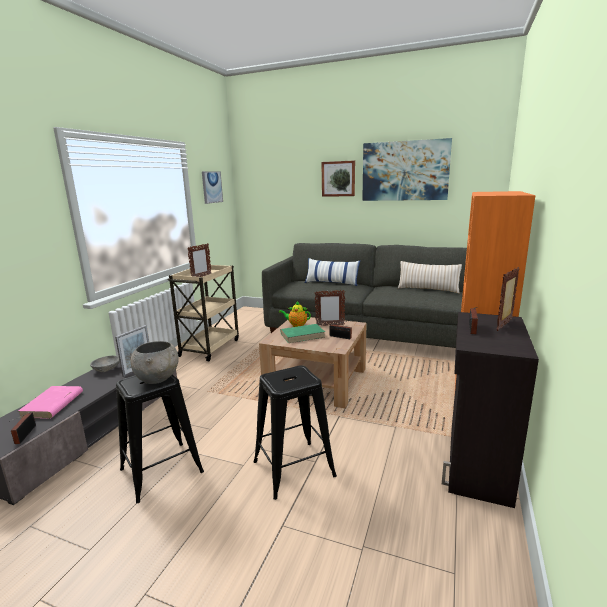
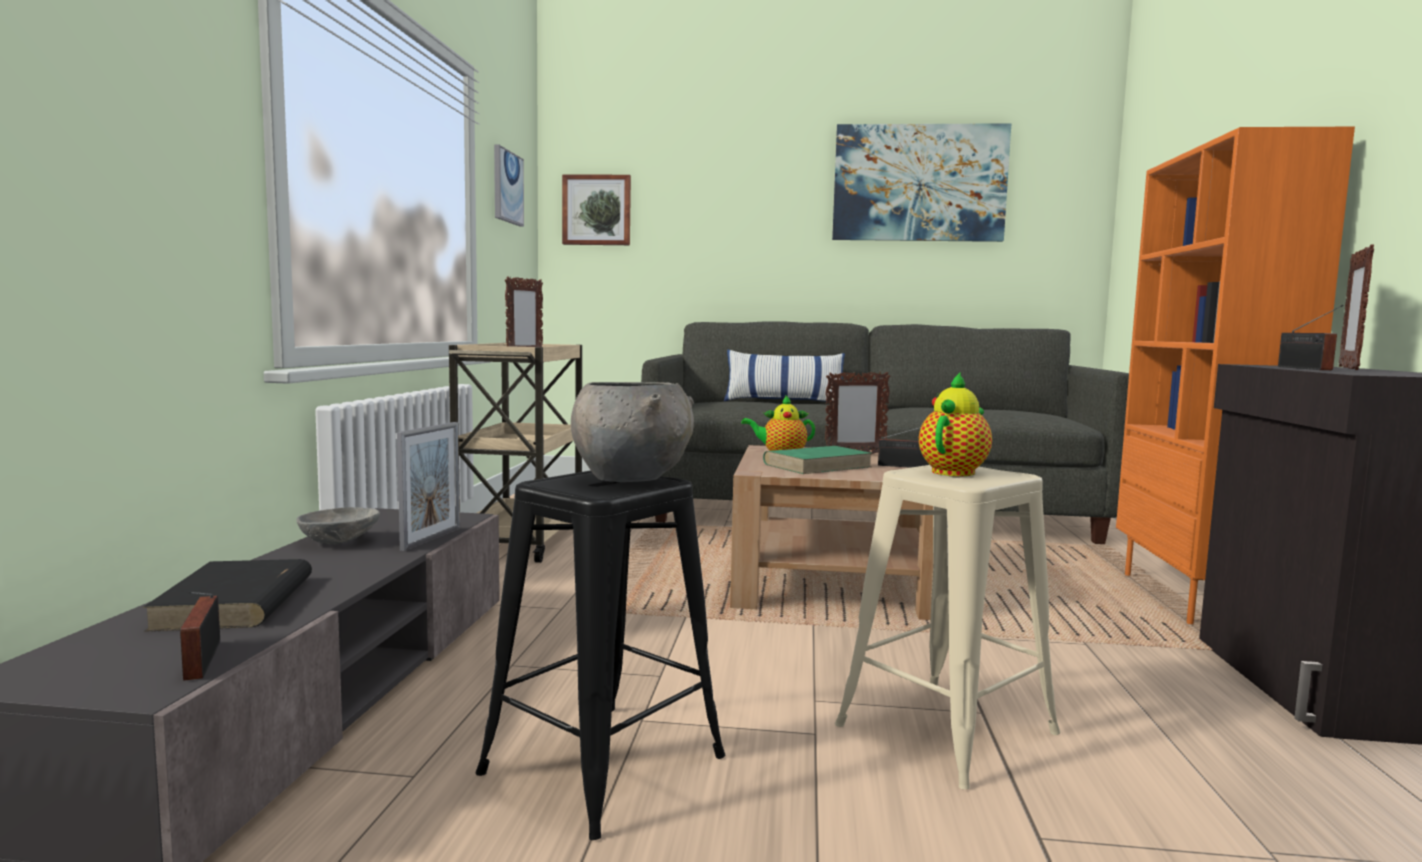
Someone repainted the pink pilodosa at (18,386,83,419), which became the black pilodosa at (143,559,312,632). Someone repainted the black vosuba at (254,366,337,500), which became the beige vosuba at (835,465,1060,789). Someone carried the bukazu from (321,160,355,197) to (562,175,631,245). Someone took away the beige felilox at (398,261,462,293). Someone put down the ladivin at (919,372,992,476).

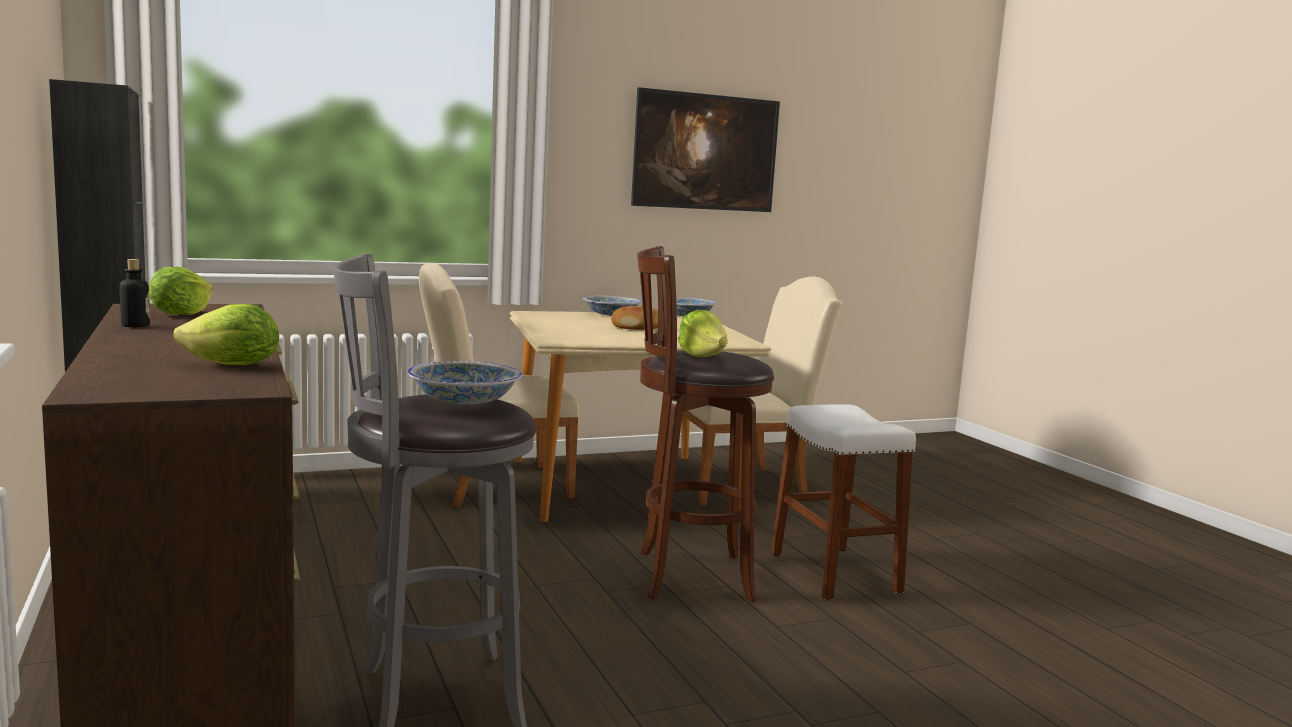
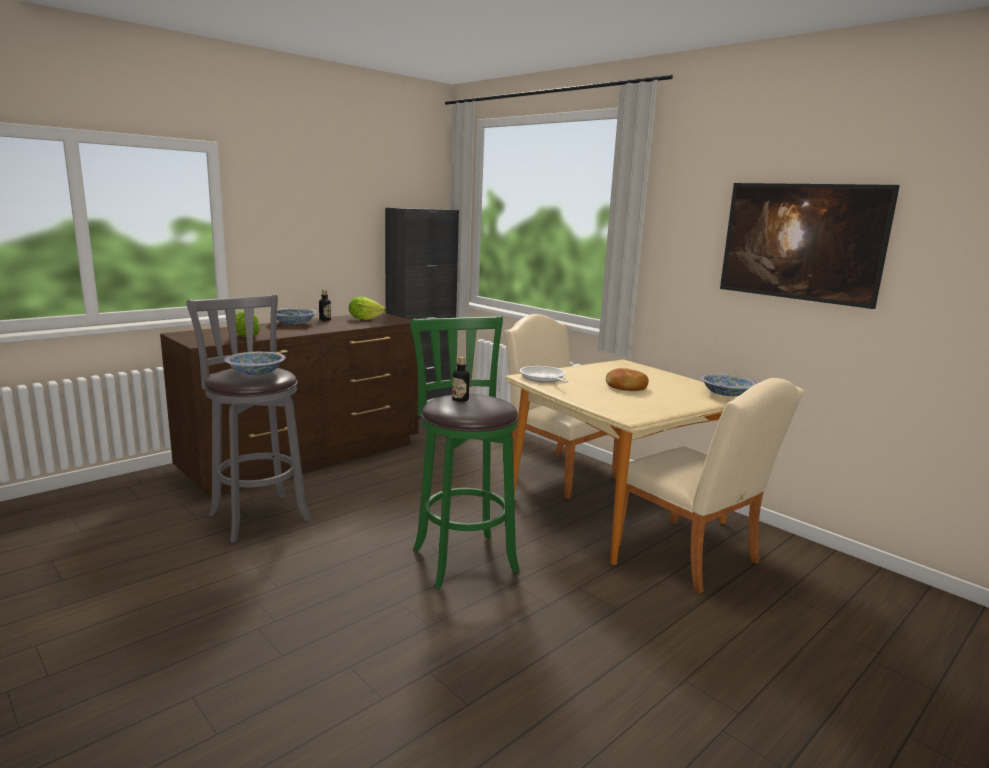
Someone carried the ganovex from (583,296,642,316) to (270,308,317,324). Someone repainted the brown vosuba at (637,246,774,602), which became the green vosuba at (410,316,520,589). Someone swapped the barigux at (678,310,727,357) for the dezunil at (452,357,470,402). Someone took away the white vosuba at (771,404,916,600). Someone put down the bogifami at (519,366,568,383).

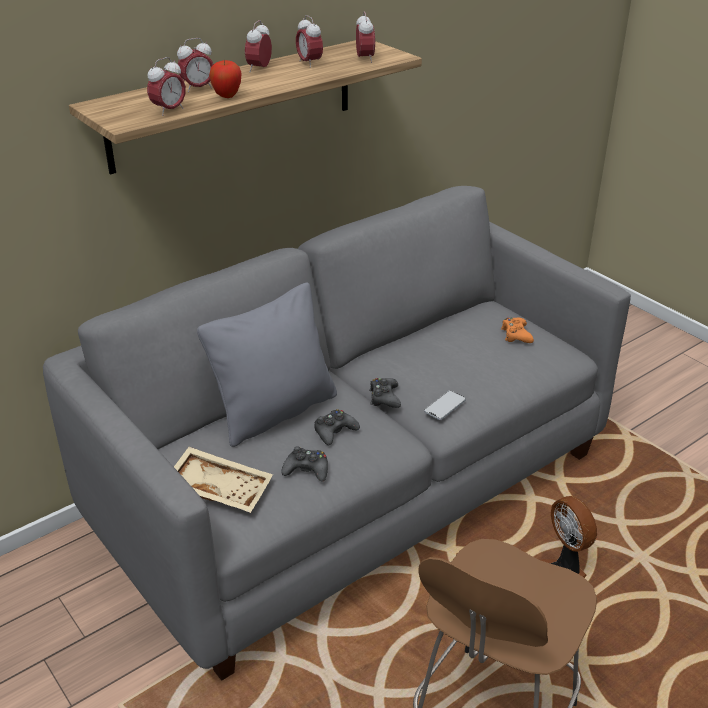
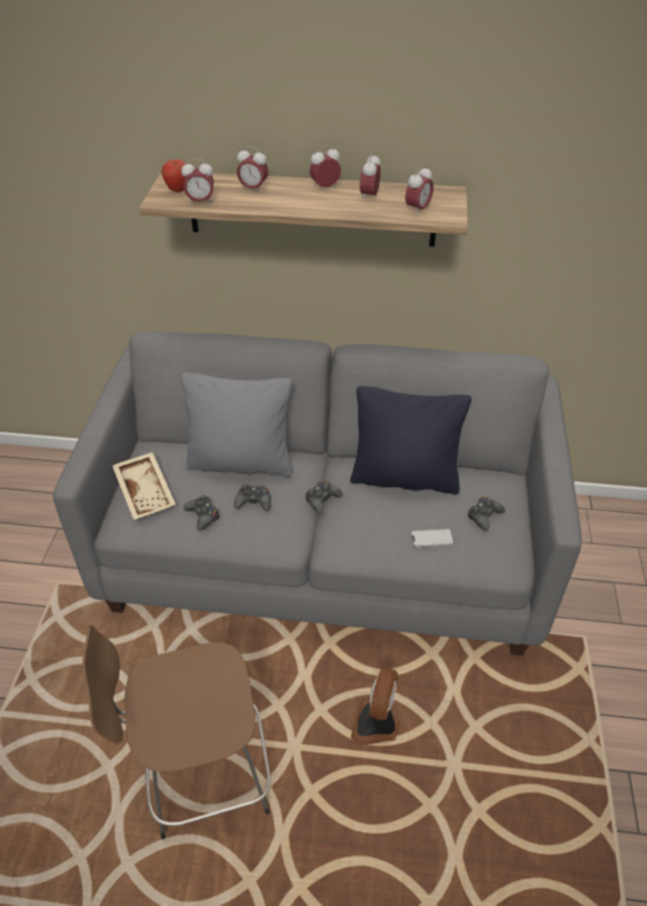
Someone carried the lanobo from (209,60,242,98) to (161,159,186,192). Someone carried the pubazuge from (424,391,466,420) to (411,529,454,547). Someone repainted the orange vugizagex at (501,318,534,343), which became the black vugizagex at (468,497,505,531). Someone put down the black felilox at (350,386,472,495).

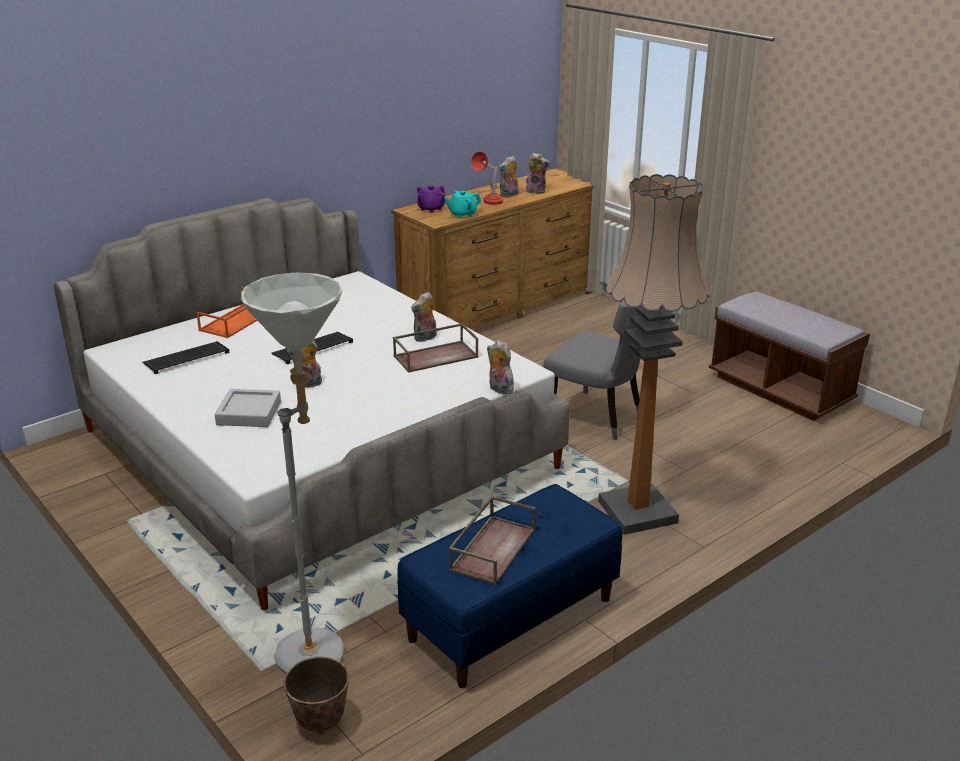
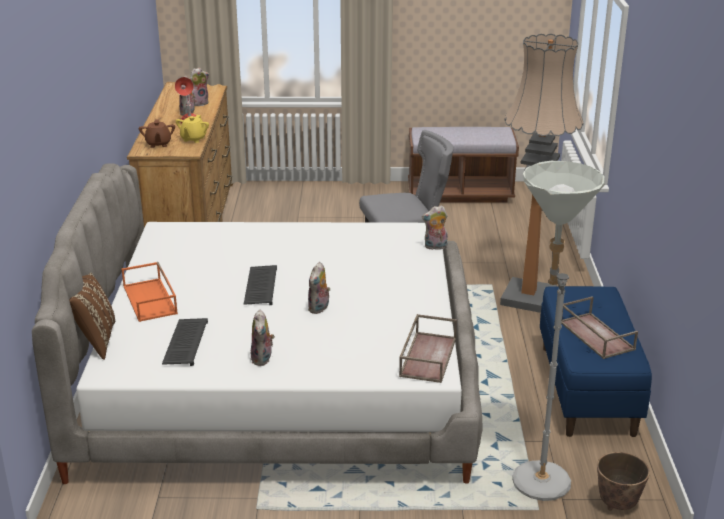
Someone took away the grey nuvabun at (215,389,281,427). Someone carried the brown nuvabun from (393,323,479,373) to (399,314,457,383). Someone carried the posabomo from (411,292,437,342) to (251,309,275,366). Someone repainted the purple ladivin at (417,185,445,213), which became the brown ladivin at (139,119,175,148). Someone repainted the turquoise ladivin at (444,191,481,218), which became the yellow ladivin at (176,115,209,143). Someone put down the brown felilox at (69,272,115,360).

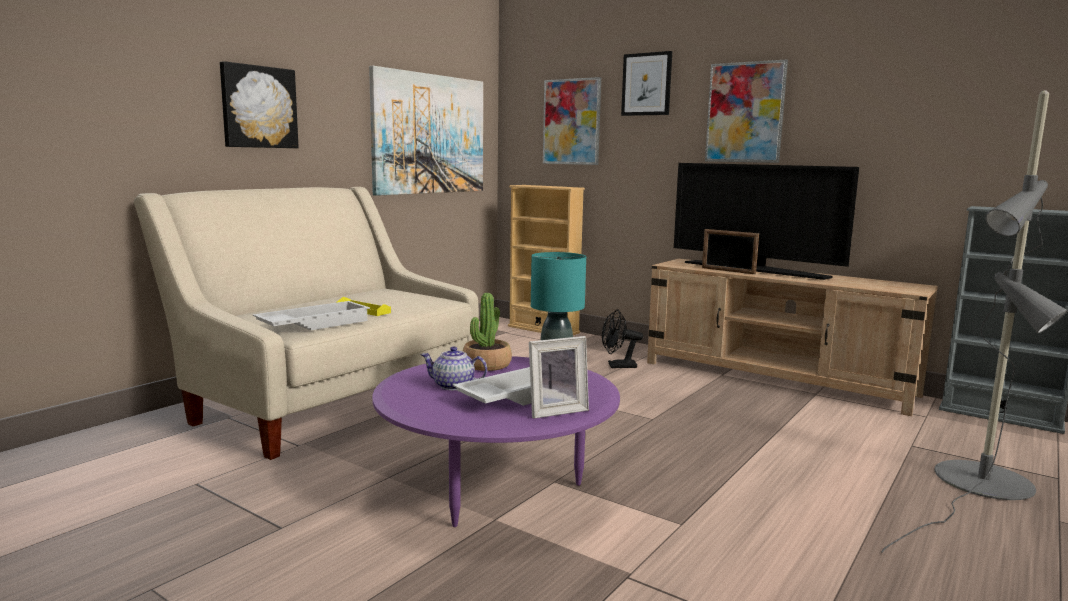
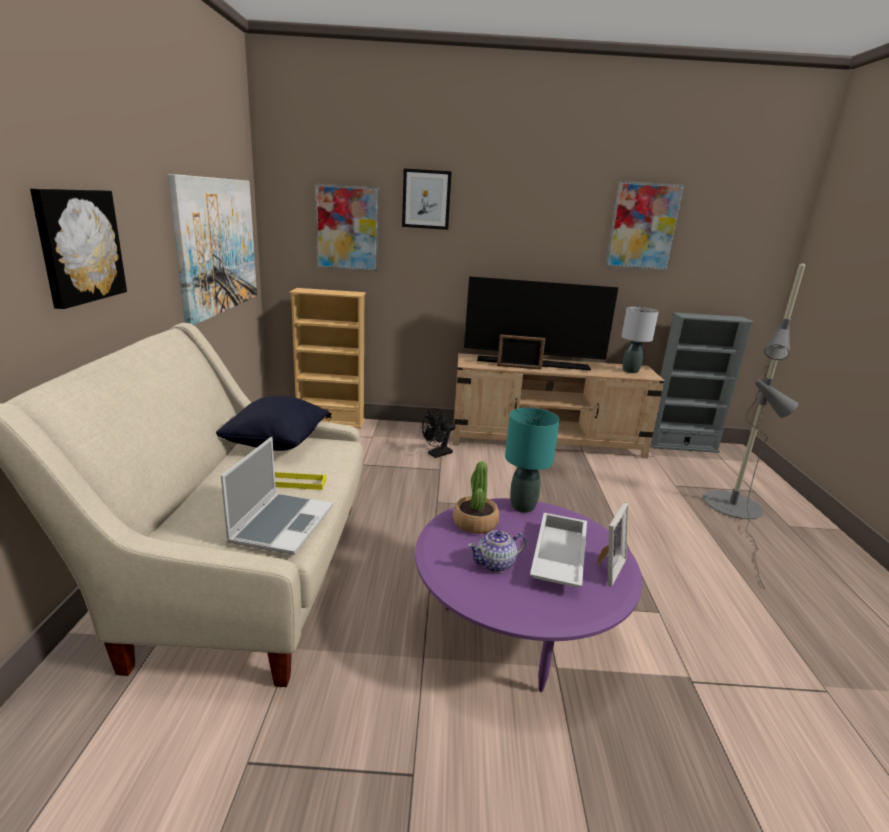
Someone swapped the white nuvabun at (253,301,370,330) for the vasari at (221,437,333,555). Someone carried the bukazu from (705,59,788,163) to (605,181,685,271). Someone put down the black felilox at (216,396,329,451). Someone put down the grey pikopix at (622,307,659,373).

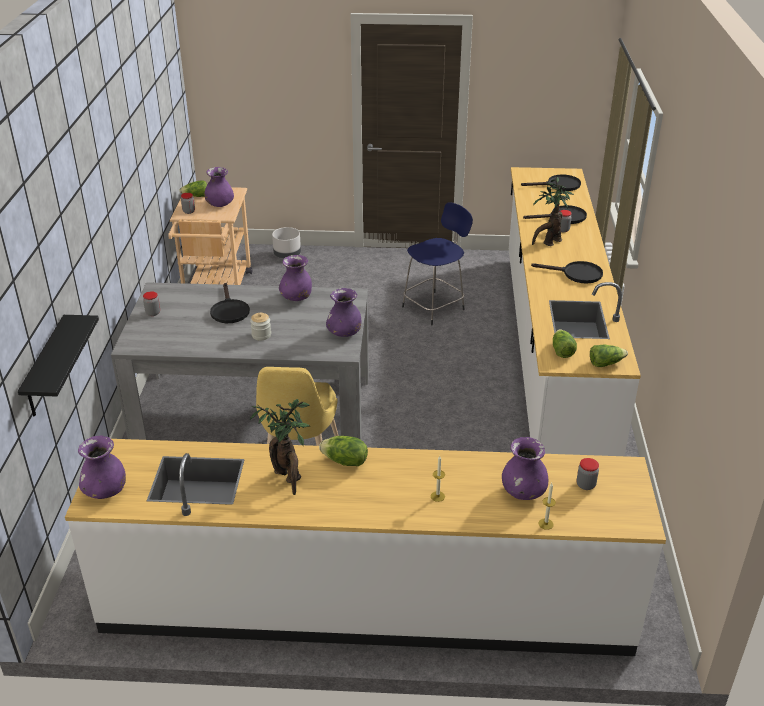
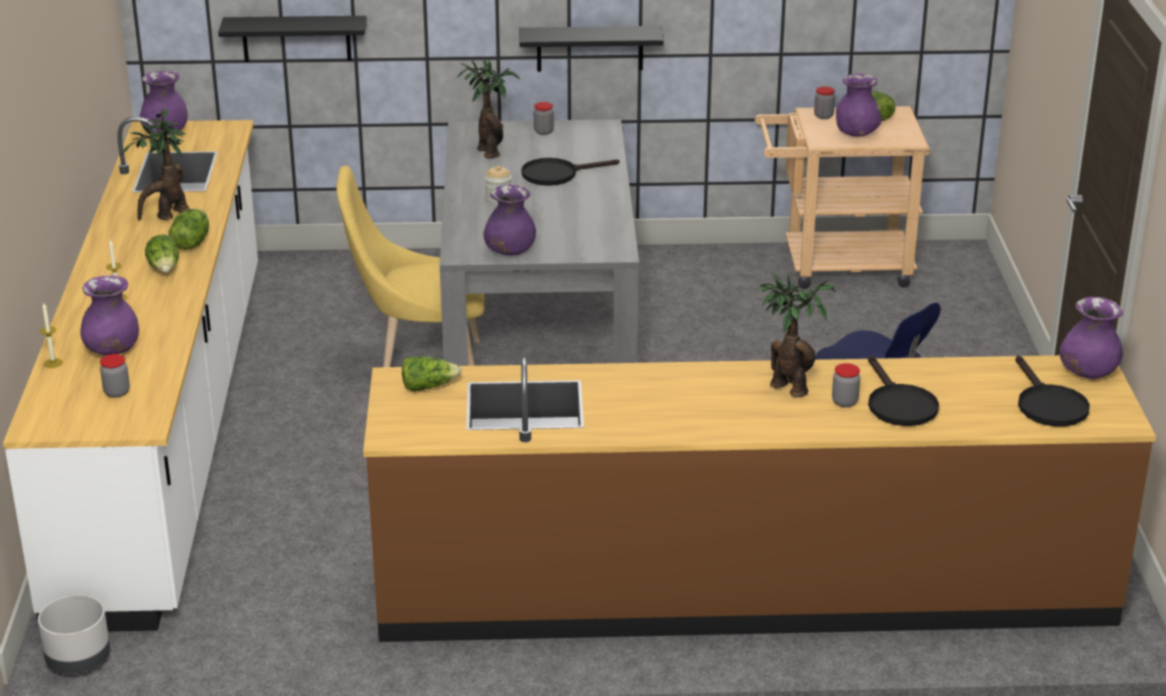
Someone carried the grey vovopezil from (272,227,301,259) to (38,595,110,674). Someone carried the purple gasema from (279,255,312,301) to (1060,297,1123,379). Someone repainted the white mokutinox at (509,167,641,456), which became the brown mokutinox at (363,355,1156,642). Someone took away the black bogifami at (531,261,603,284). Someone carried the barigux from (590,345,628,367) to (145,234,179,273). Someone put down the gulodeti at (457,58,520,158). Someone put up the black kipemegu at (519,26,664,72).

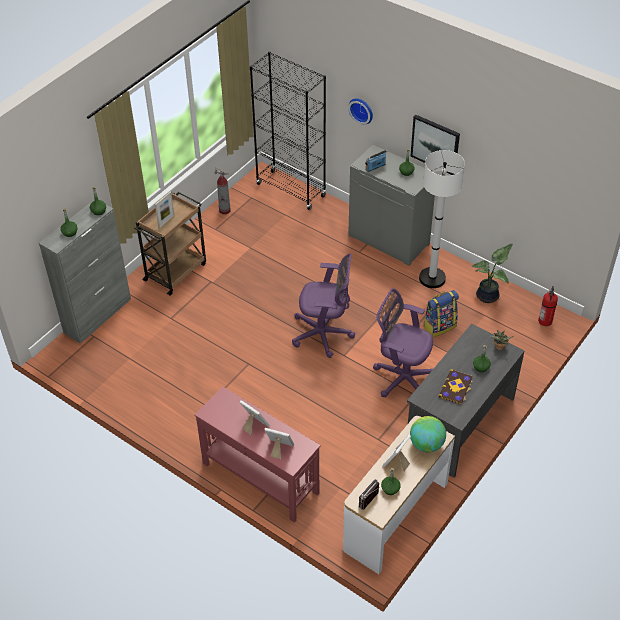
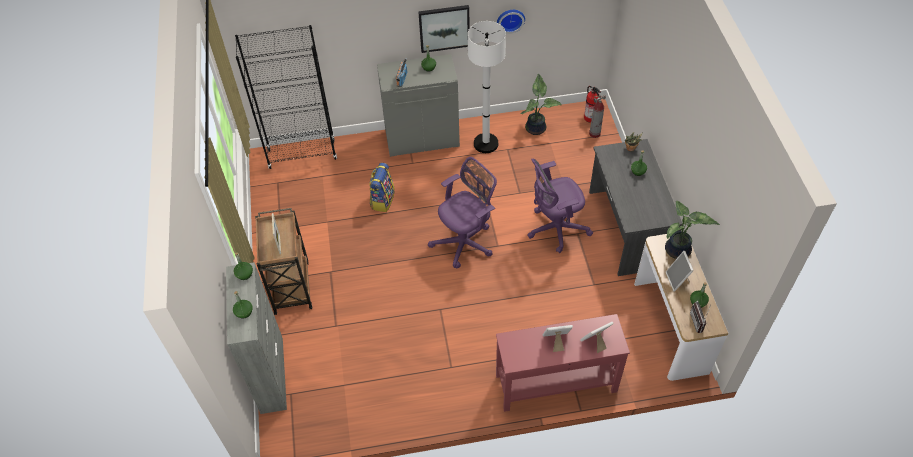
Someone carried the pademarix from (215,168,231,215) to (589,95,606,138). Someone carried the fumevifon from (348,98,373,124) to (497,10,525,34). Someone swapped the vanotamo at (410,416,446,452) for the gulodeti at (665,201,720,259). Someone carried the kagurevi from (424,290,459,337) to (369,163,395,212). Someone took away the pilodosa at (439,369,473,405).

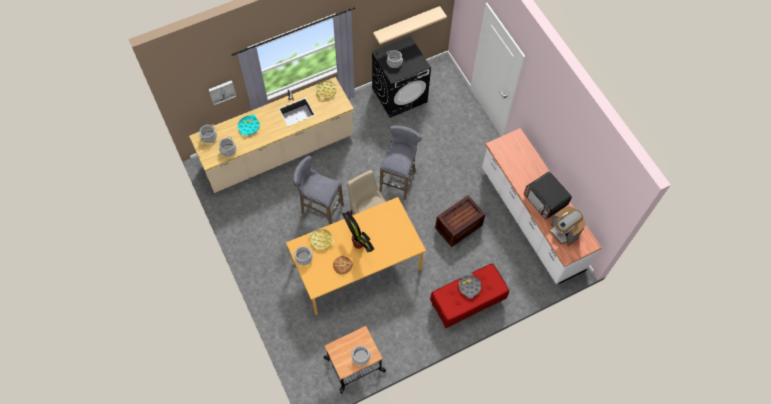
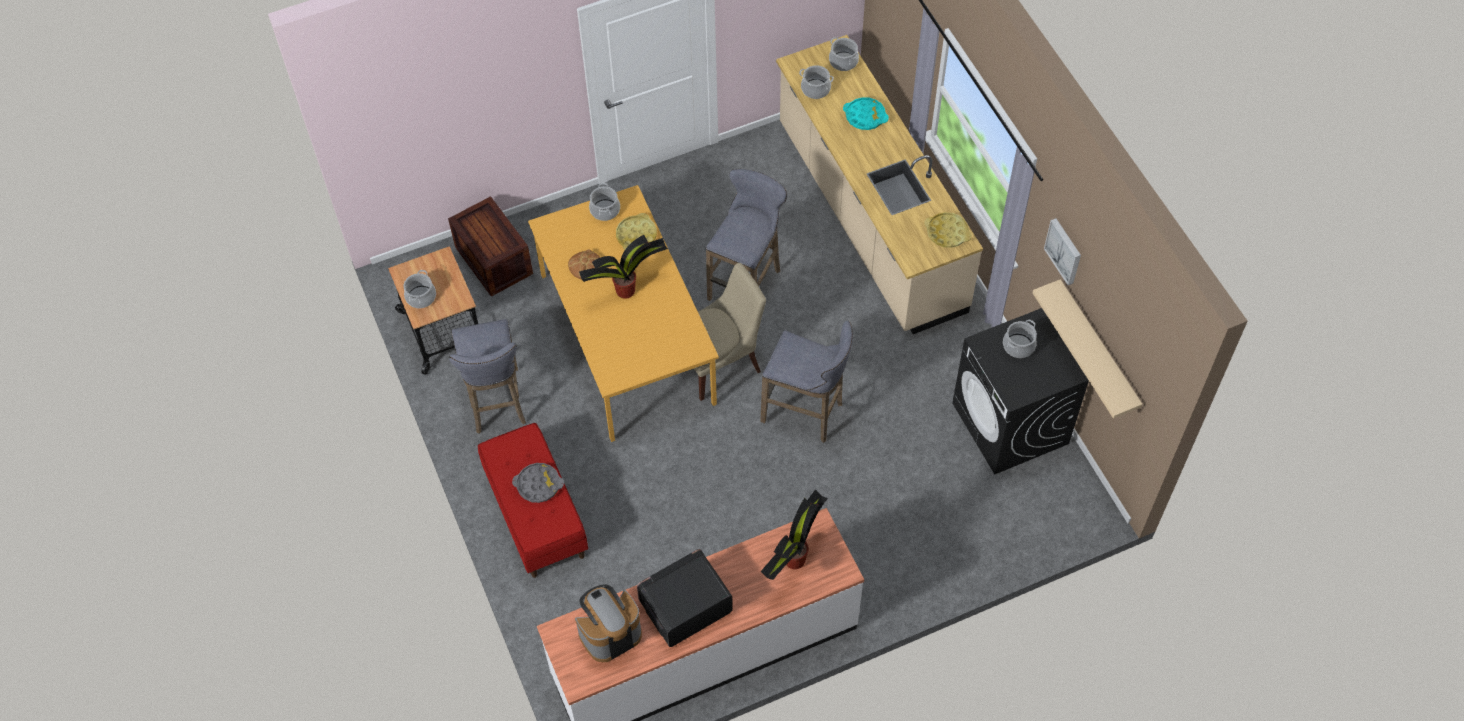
Someone carried the bukazu from (208,80,236,105) to (1044,218,1081,285). Someone carried the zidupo from (435,195,485,247) to (448,196,533,297). Someone put down the grey vosuba at (449,319,526,433). Someone put down the gulodeti at (761,489,828,580).

